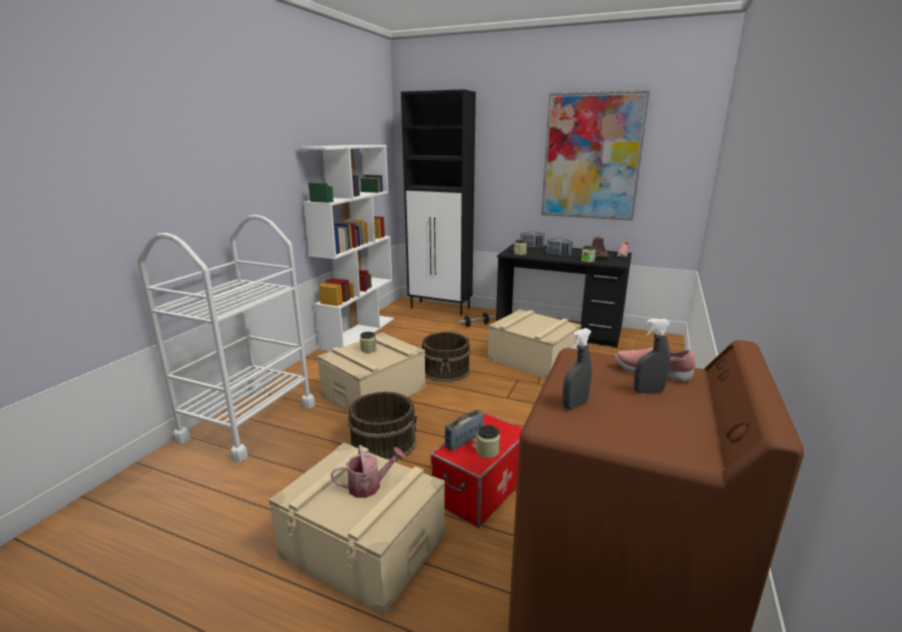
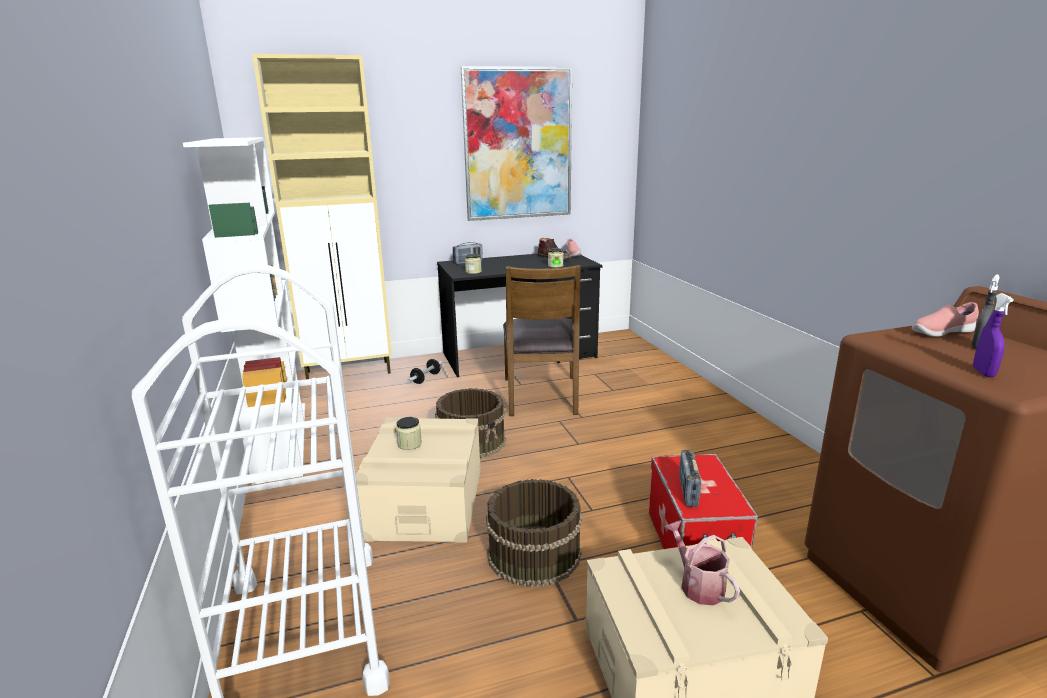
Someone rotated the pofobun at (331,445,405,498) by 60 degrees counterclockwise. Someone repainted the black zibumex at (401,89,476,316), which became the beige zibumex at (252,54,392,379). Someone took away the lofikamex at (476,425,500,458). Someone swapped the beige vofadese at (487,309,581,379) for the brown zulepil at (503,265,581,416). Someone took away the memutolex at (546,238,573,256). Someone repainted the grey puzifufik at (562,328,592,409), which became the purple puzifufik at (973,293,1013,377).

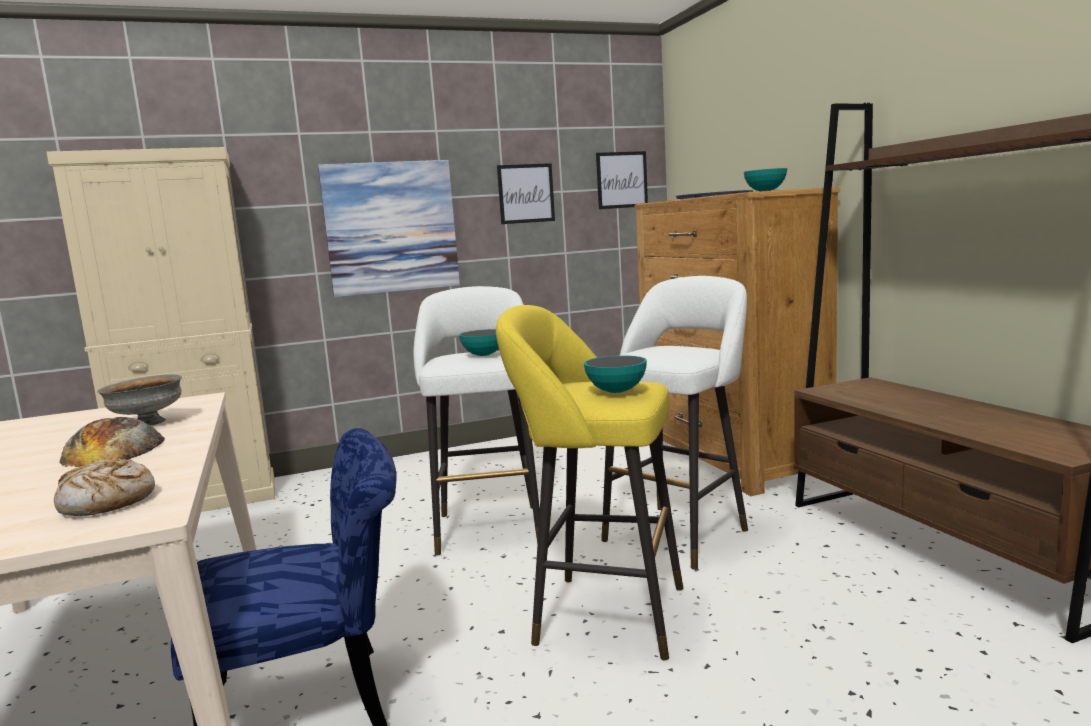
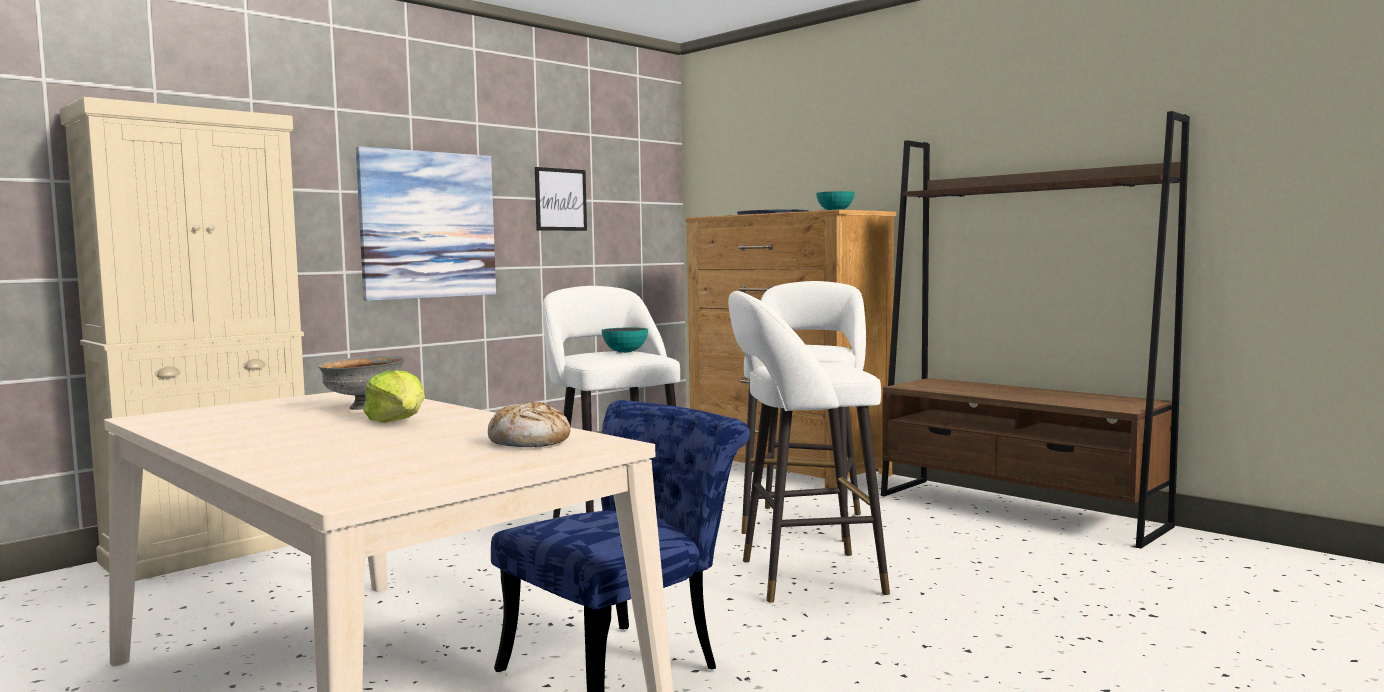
Someone swapped the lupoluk at (59,417,165,467) for the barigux at (363,370,425,423). Someone repainted the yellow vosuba at (496,305,683,661), which became the white vosuba at (728,291,890,603). Someone took away the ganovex at (584,355,647,393). Someone took away the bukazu at (596,151,648,209).

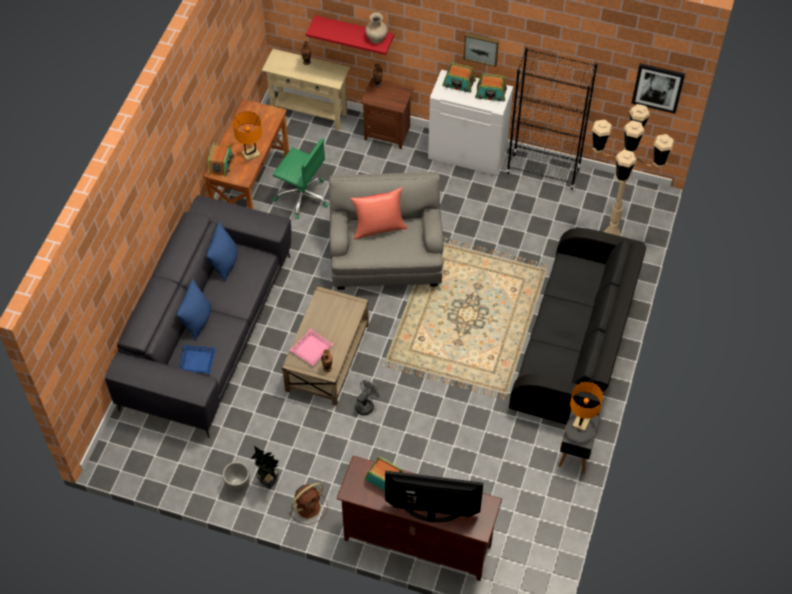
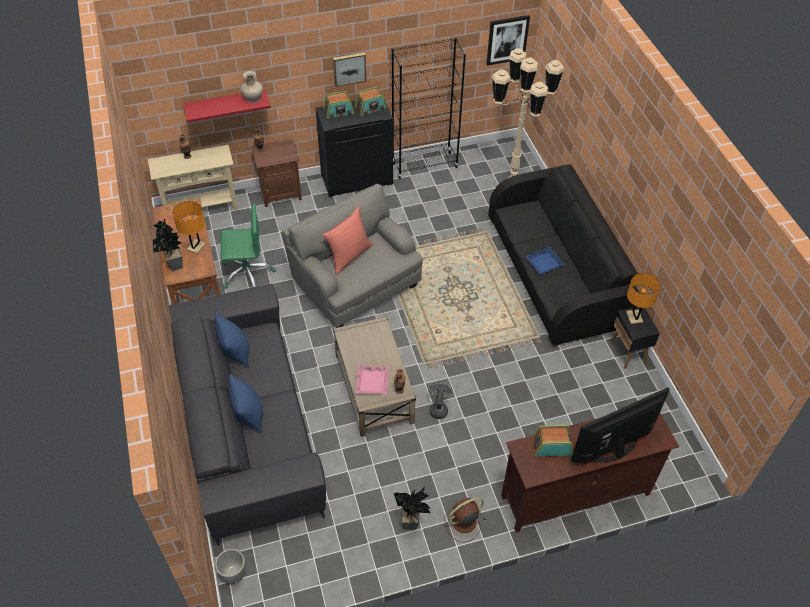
Someone carried the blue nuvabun from (178,345,216,374) to (525,247,565,275). Someone swapped the memutolex at (208,143,234,177) for the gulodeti at (153,219,183,271). Someone carried the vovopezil from (223,462,250,493) to (215,549,246,583). Someone rotated the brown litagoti at (289,483,328,525) by 135 degrees counterclockwise. Someone repainted the white zibumex at (428,70,513,176), which became the black zibumex at (315,99,393,197).

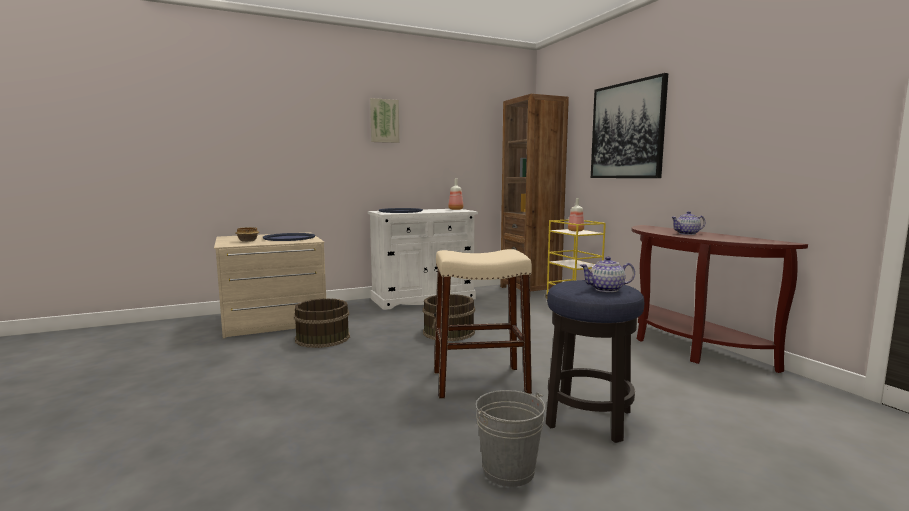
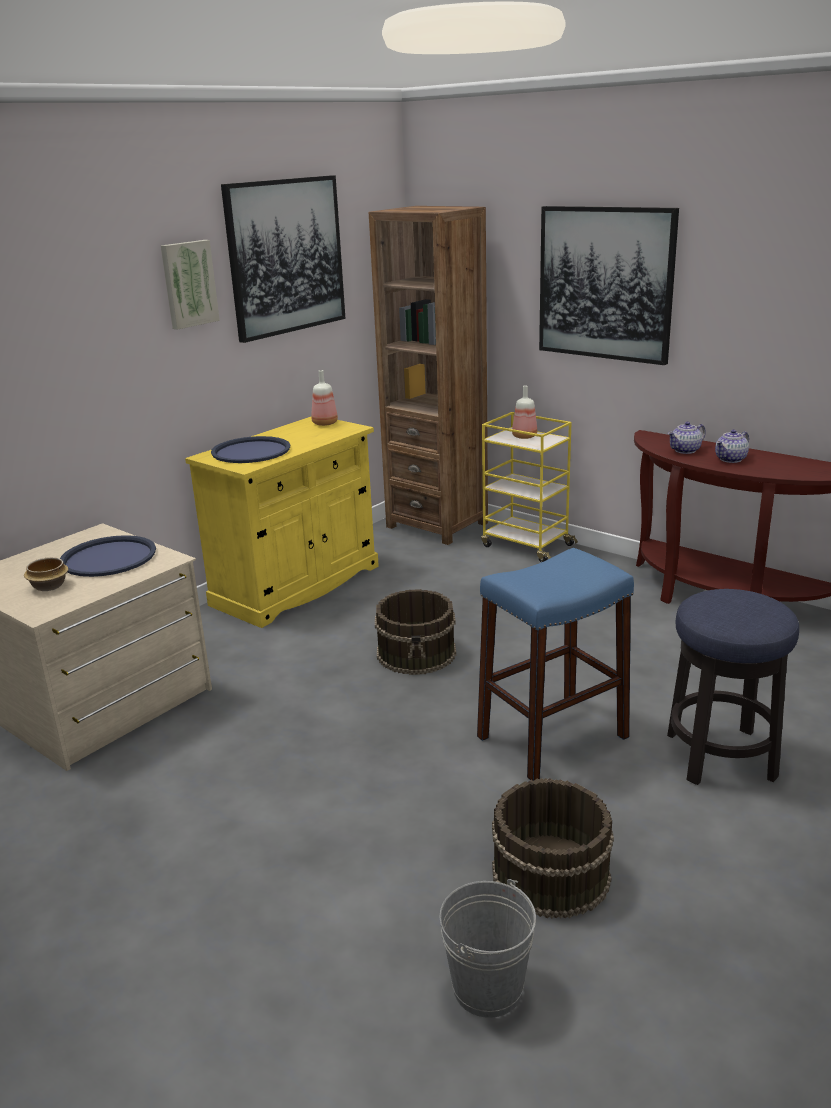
Someone carried the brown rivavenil from (294,298,350,348) to (492,778,614,919). Someone repainted the white zibumex at (368,209,478,310), which became the yellow zibumex at (185,417,379,628). Someone repainted the beige vosuba at (434,249,532,399), which became the blue vosuba at (477,548,634,781). Someone carried the grey rivavenil from (476,390,545,487) to (439,879,536,1018). Someone carried the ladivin from (580,256,635,292) to (668,421,706,454). Someone put up the bukazu at (221,175,345,343).

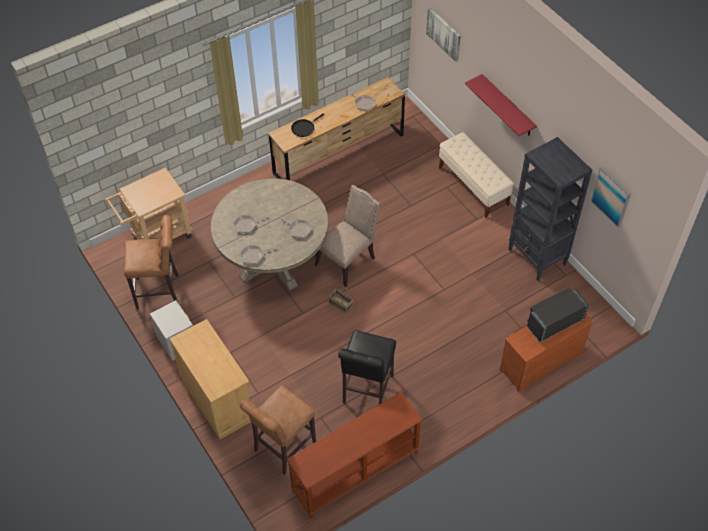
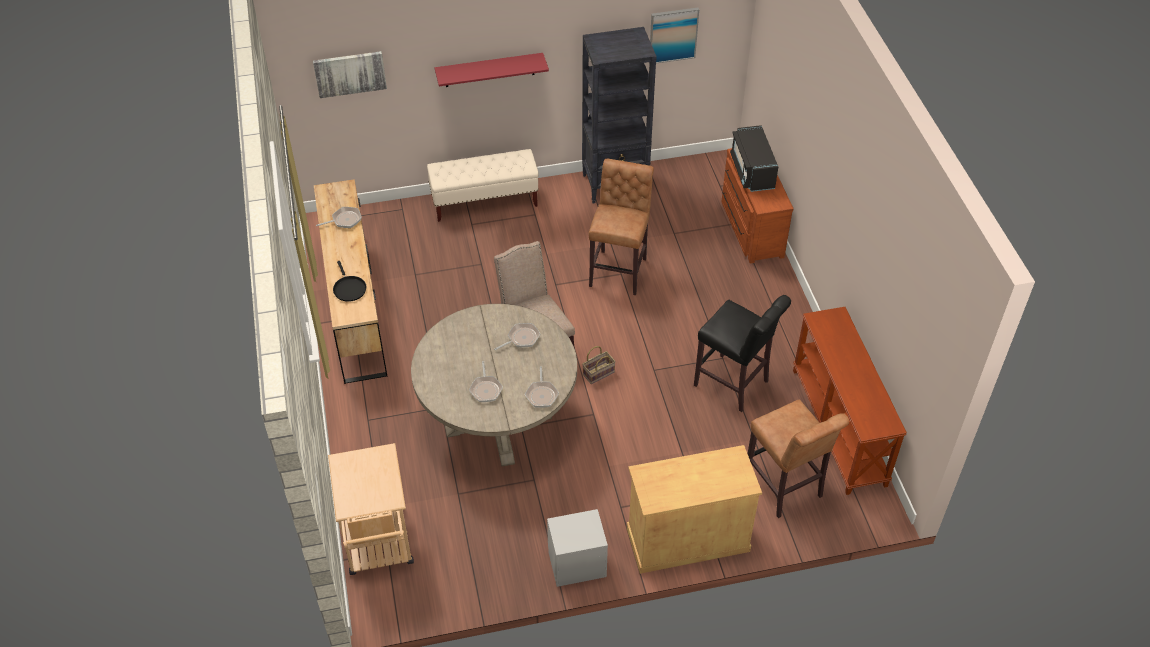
Someone carried the brown vosuba from (124,215,179,309) to (588,159,654,295).

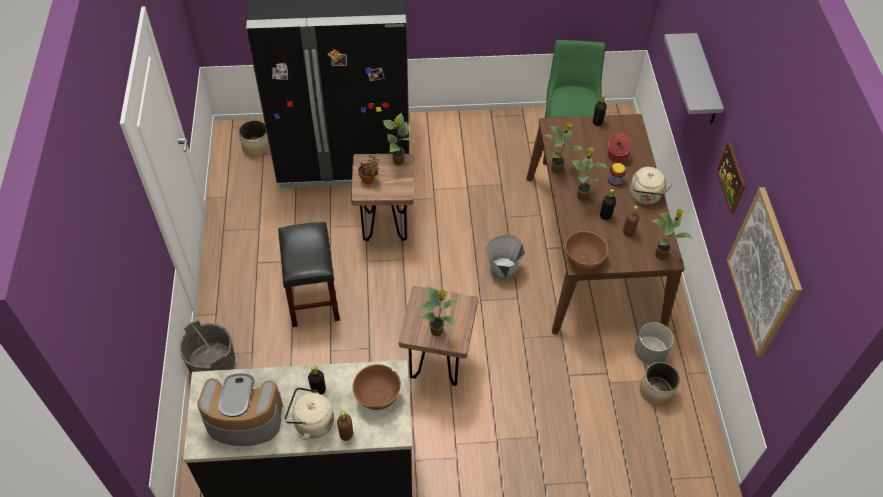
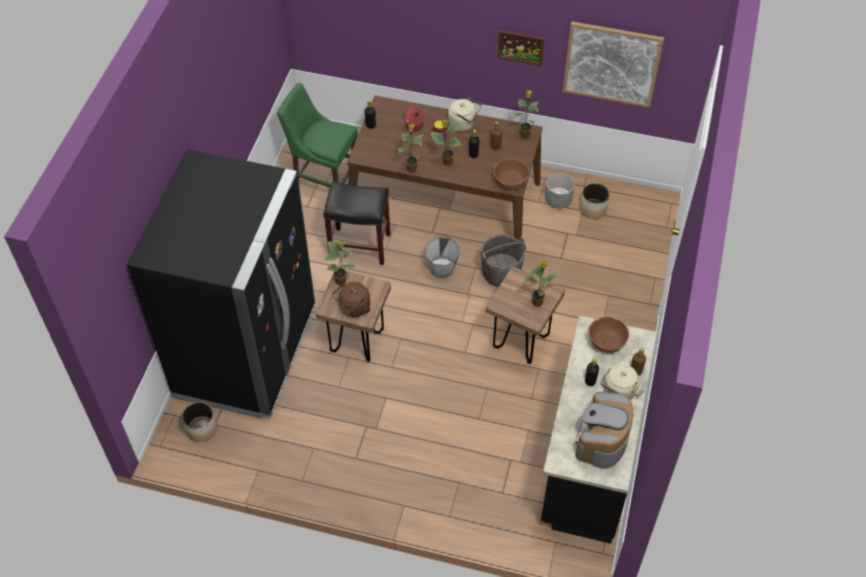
Someone carried the grey rivavenil from (179,320,235,375) to (480,234,526,287). Someone carried the black vosuba from (278,222,340,327) to (324,181,391,265). Someone swapped the gulodeti at (358,155,379,184) for the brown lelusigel at (332,282,370,317). Someone took away the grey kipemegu at (664,33,724,124).

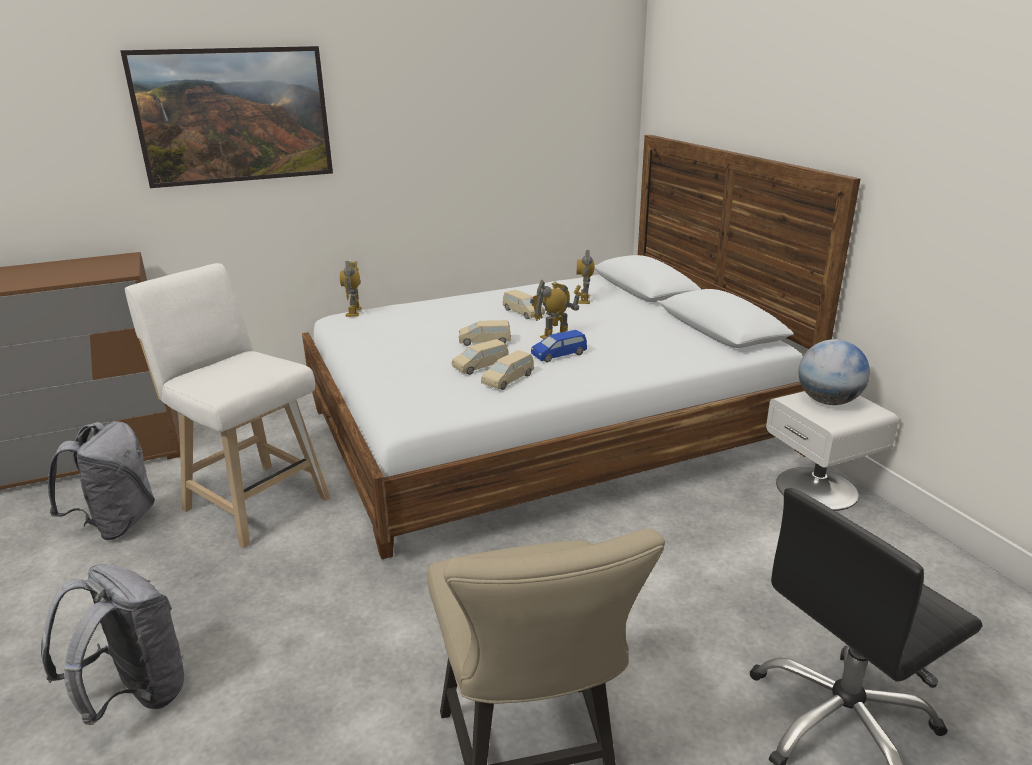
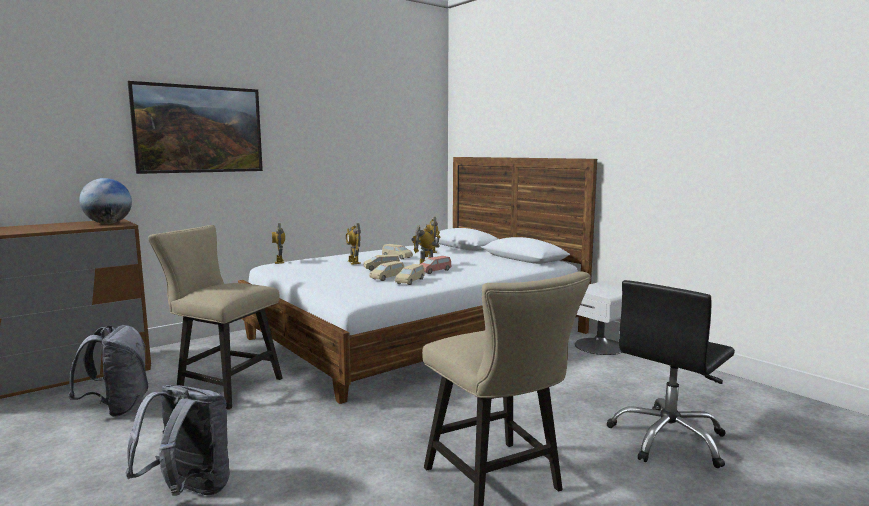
Someone swapped the white vosuba at (125,263,331,548) for the beige zulepil at (148,225,283,410). Someone repainted the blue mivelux at (531,330,587,362), which became the pink mivelux at (420,256,451,274). Someone carried the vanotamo from (799,339,870,405) to (79,178,132,224). Someone put down the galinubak at (346,223,361,265).

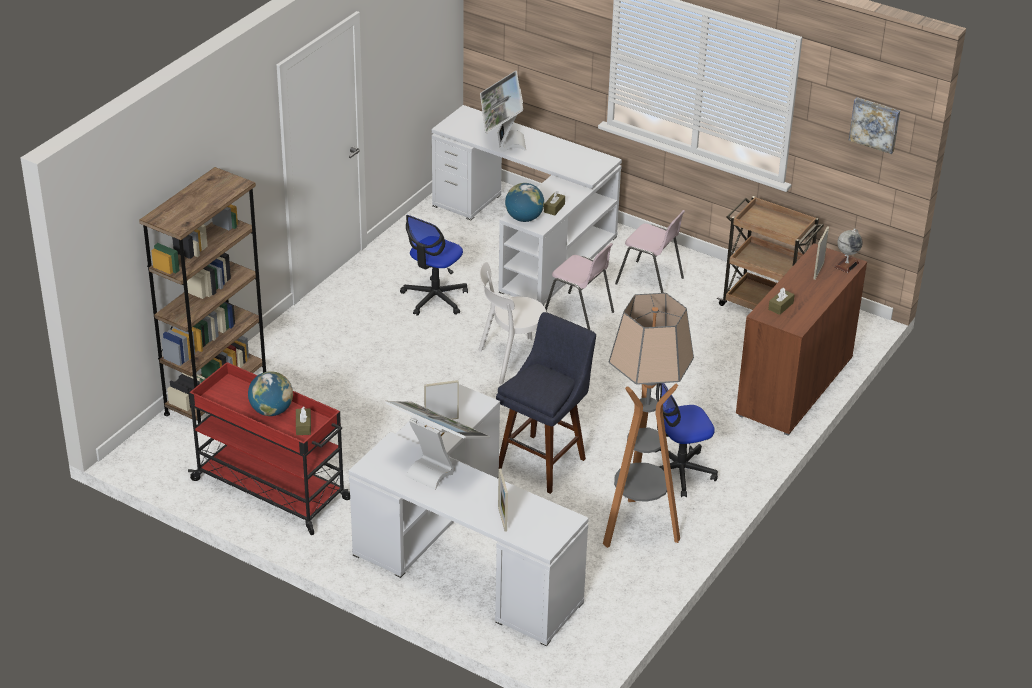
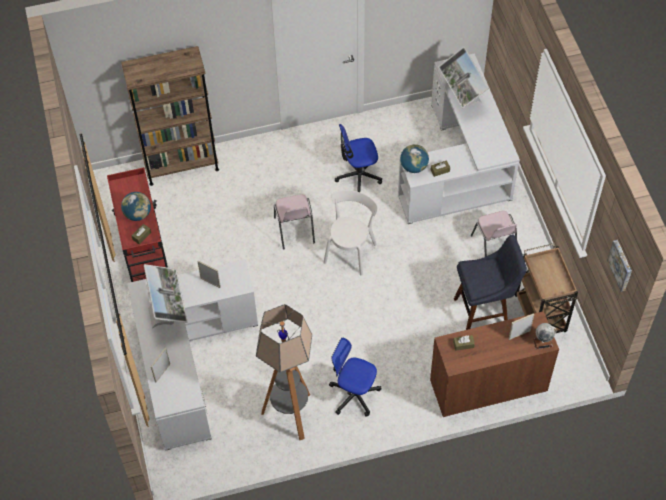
Someone rotated the white zulepil at (479,262,546,384) by 90 degrees clockwise. Someone rotated the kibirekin at (480,71,526,152) by 60 degrees counterclockwise. Someone carried the blue vosuba from (496,312,596,494) to (454,234,527,330). Someone carried the pink zulepil from (545,243,614,330) to (274,194,315,250).

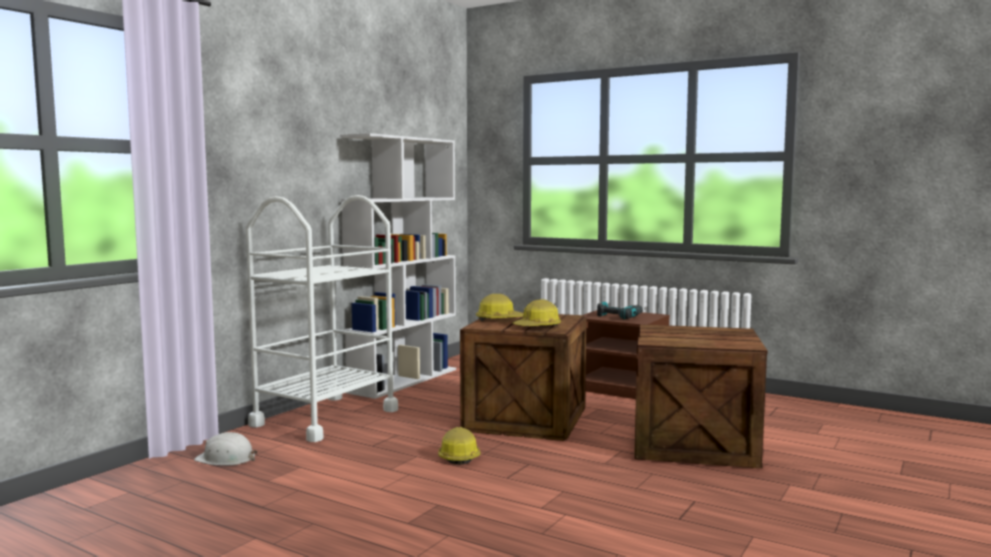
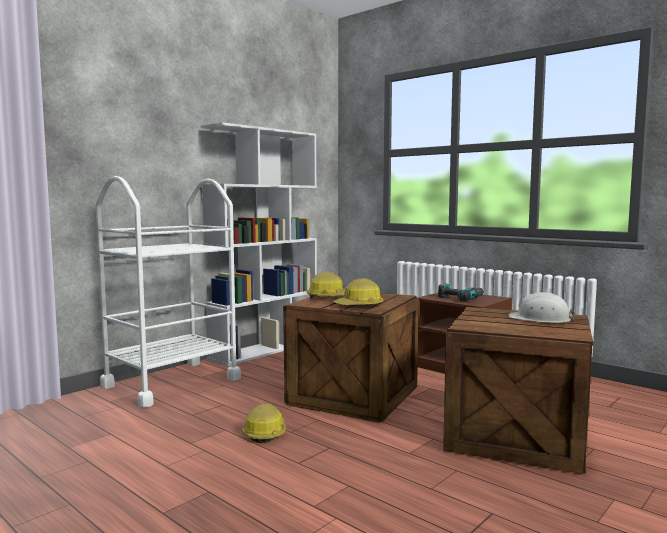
Someone carried the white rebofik from (194,432,257,466) to (509,292,575,323).

